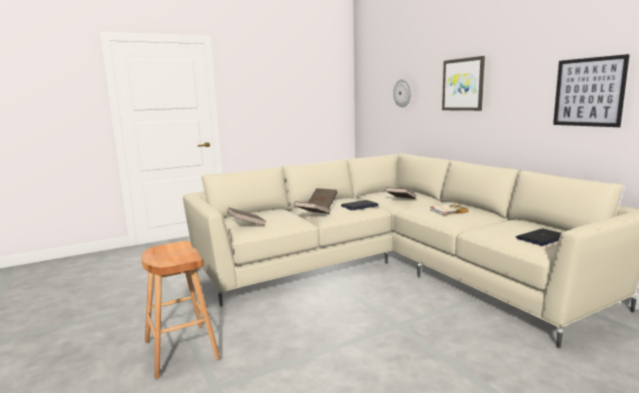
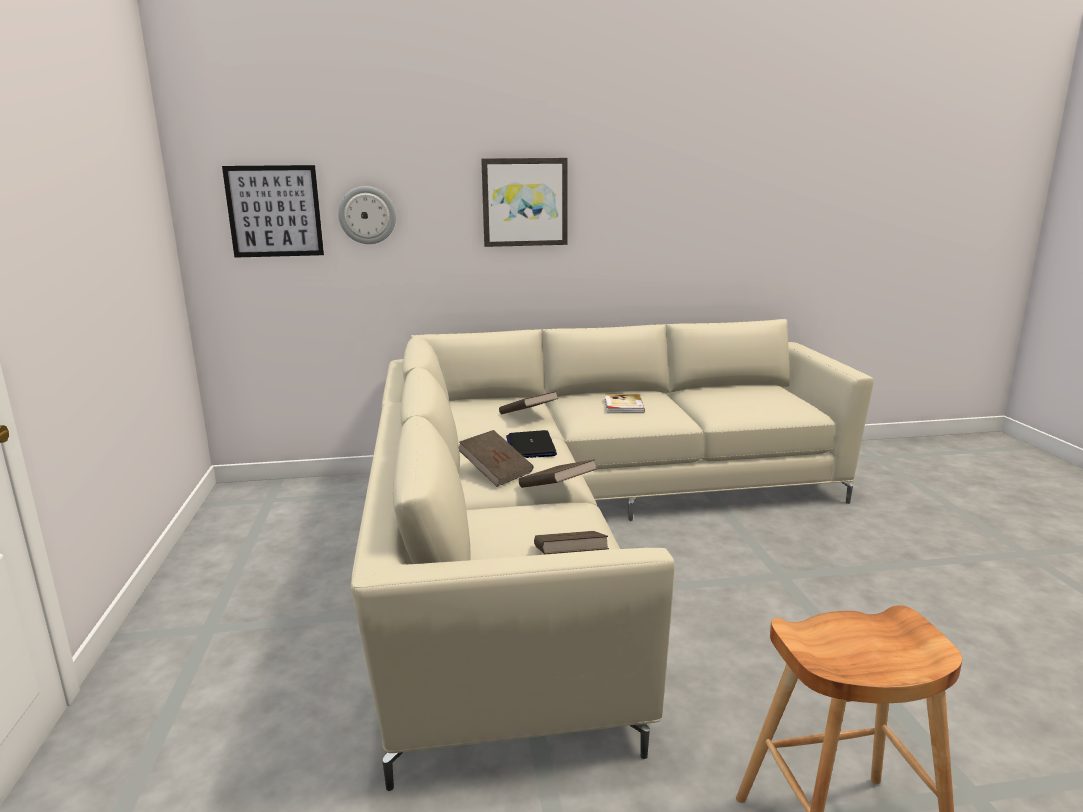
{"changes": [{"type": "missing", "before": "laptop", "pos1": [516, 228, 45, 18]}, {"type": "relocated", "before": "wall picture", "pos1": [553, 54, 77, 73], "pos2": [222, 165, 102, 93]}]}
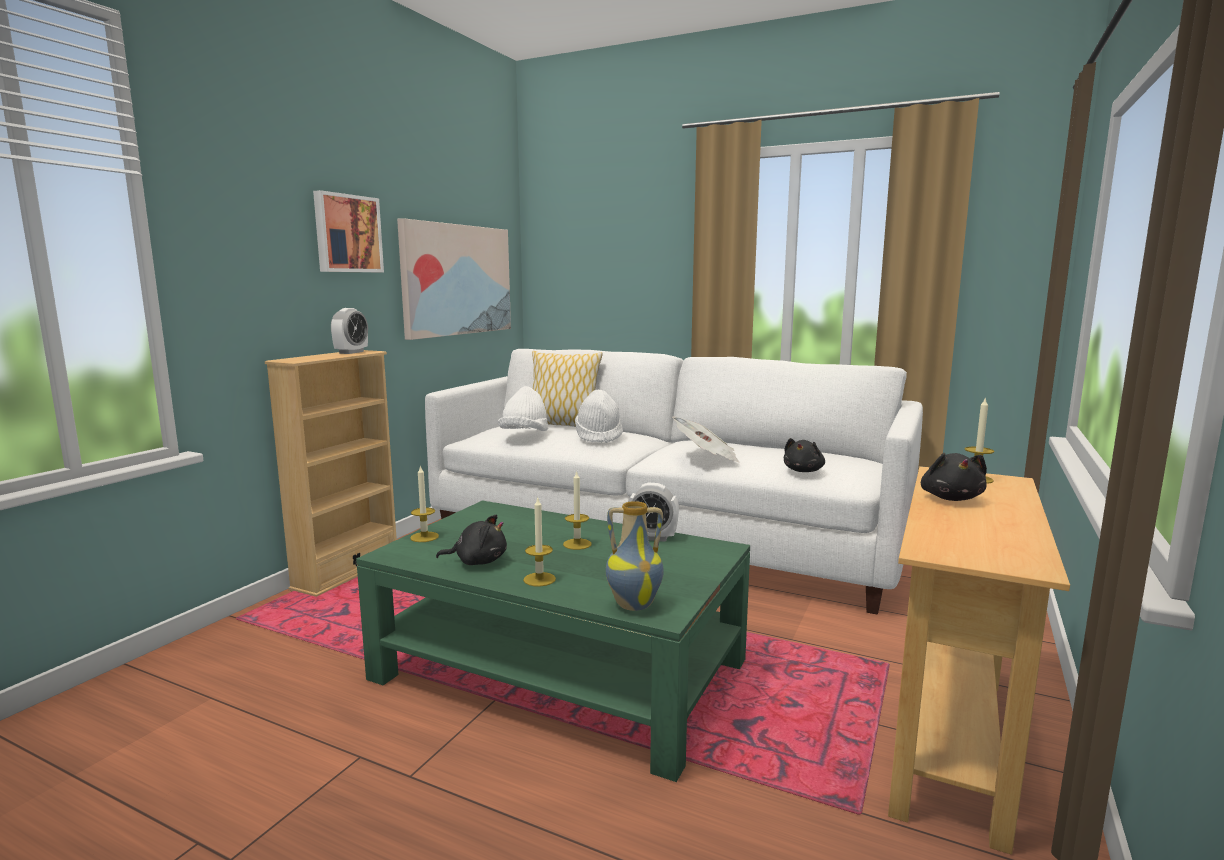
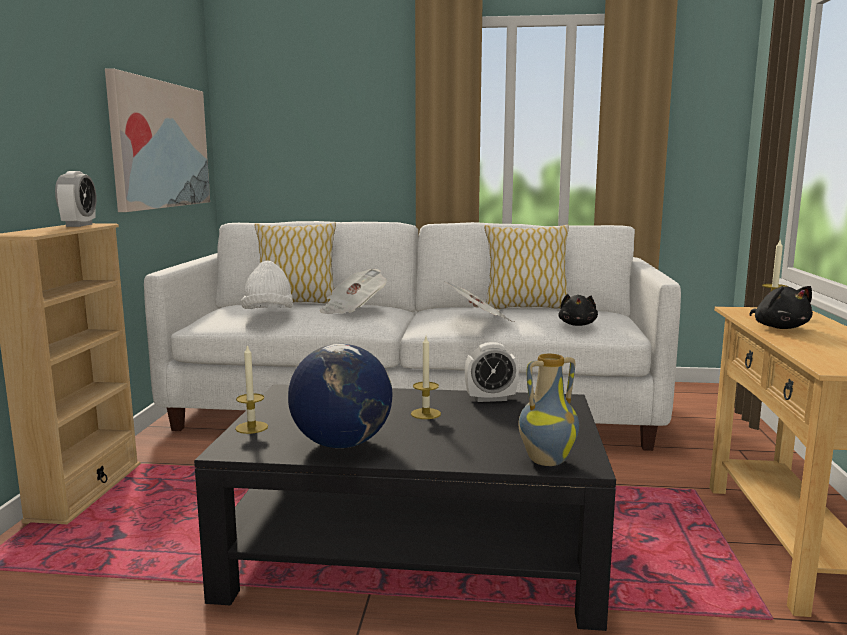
{"changes": [{"type": "missing", "before": "wall picture", "pos1": [313, 190, 71, 82]}, {"type": "missing", "before": "wax light", "pos1": [523, 496, 33, 91]}, {"type": "appeared", "after": "cushion", "pos2": [484, 225, 85, 84]}, {"type": "exchanged", "before": "black-coloured plush toy", "after": "globe", "pos1": [436, 515, 71, 50], "pos2": [288, 344, 104, 104]}, {"type": "exchanged", "before": "whitish hat", "after": "daily paper", "pos1": [575, 390, 48, 53], "pos2": [320, 269, 67, 45]}, {"type": "colour", "before": "green coffee table", "after": "black-coloured coffee table", "pos1": [356, 500, 394, 282], "pos2": [194, 384, 422, 247]}]}
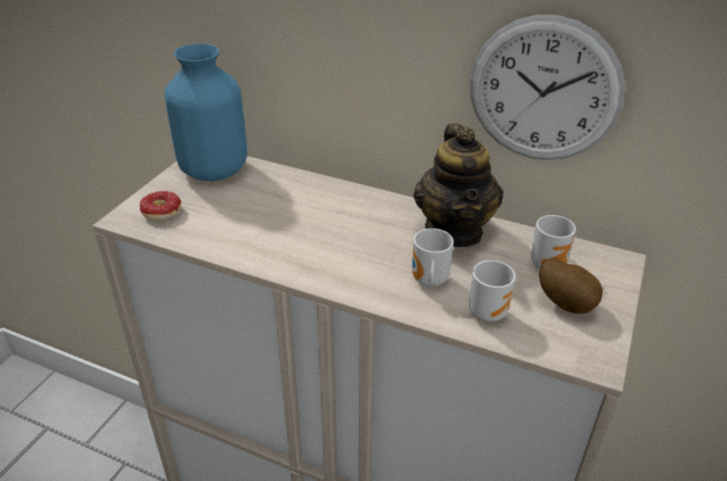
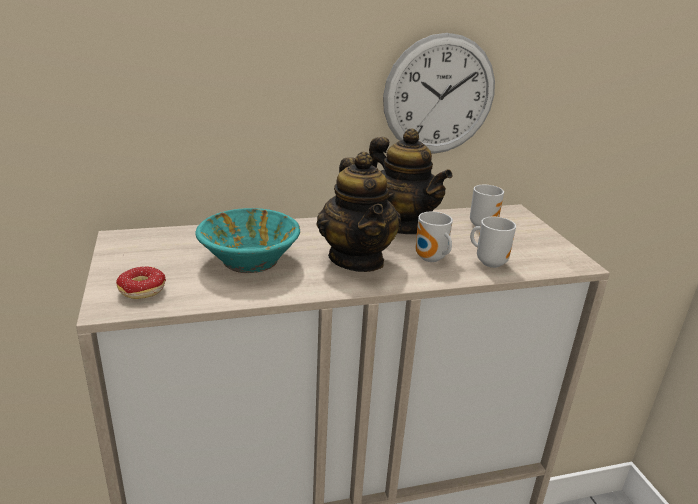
{"changes": [{"type": "missing", "before": "blue-coloured vase", "pos1": [164, 44, 83, 137]}, {"type": "missing", "before": "spud", "pos1": [539, 258, 64, 56]}, {"type": "appeared", "after": "turquoise serving bowl", "pos2": [195, 208, 105, 65]}, {"type": "appeared", "after": "teapot", "pos2": [316, 151, 85, 121]}]}
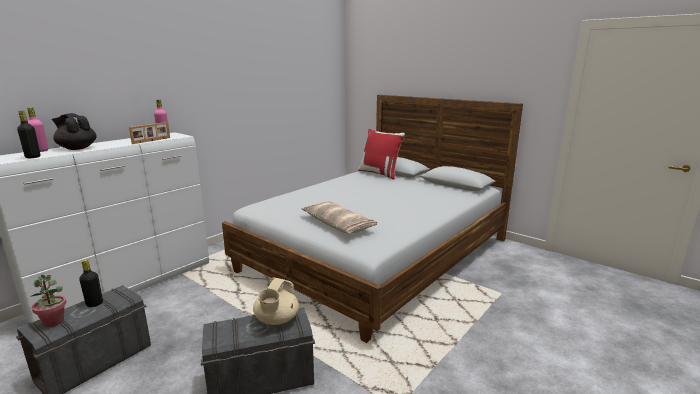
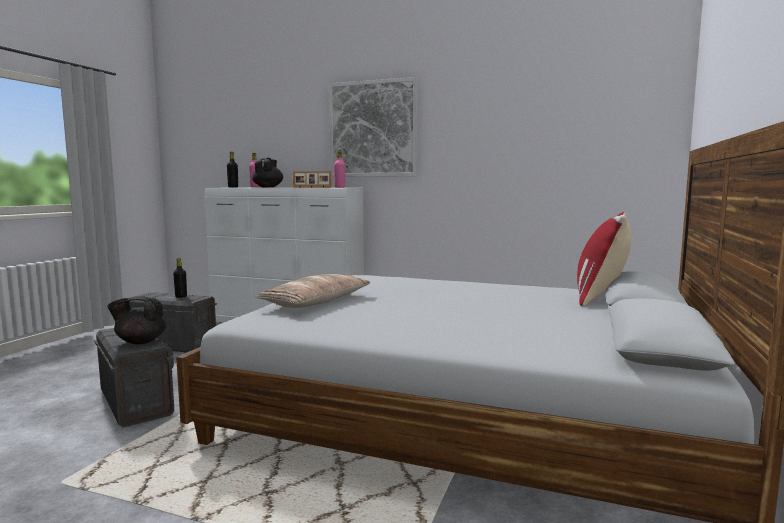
{"changes": [{"type": "missing", "before": "houseplant", "pos1": [30, 275, 36, 52]}, {"type": "appeared", "after": "wall picture", "pos2": [329, 77, 89, 100]}, {"type": "colour", "before": "beige-coloured teapot", "after": "black-coloured teapot", "pos1": [253, 278, 46, 47], "pos2": [107, 296, 59, 48]}]}
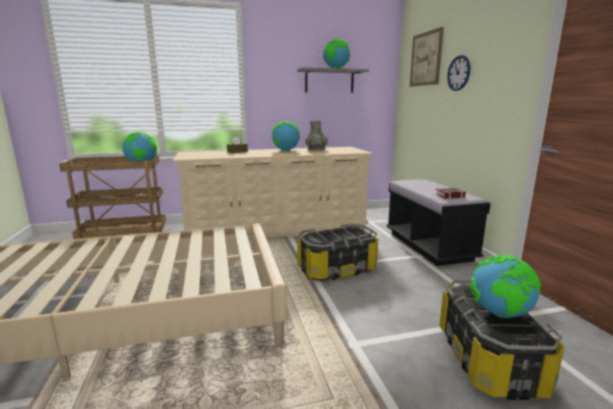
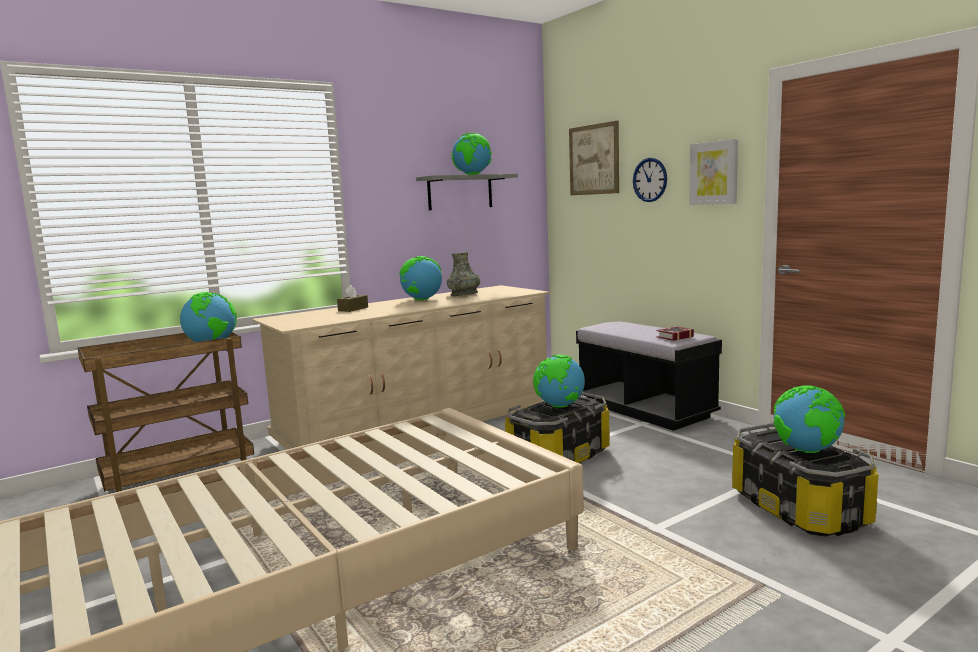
{"changes": [{"type": "appeared", "after": "globe", "pos2": [533, 355, 52, 53]}, {"type": "appeared", "after": "wall picture", "pos2": [689, 139, 49, 66]}]}
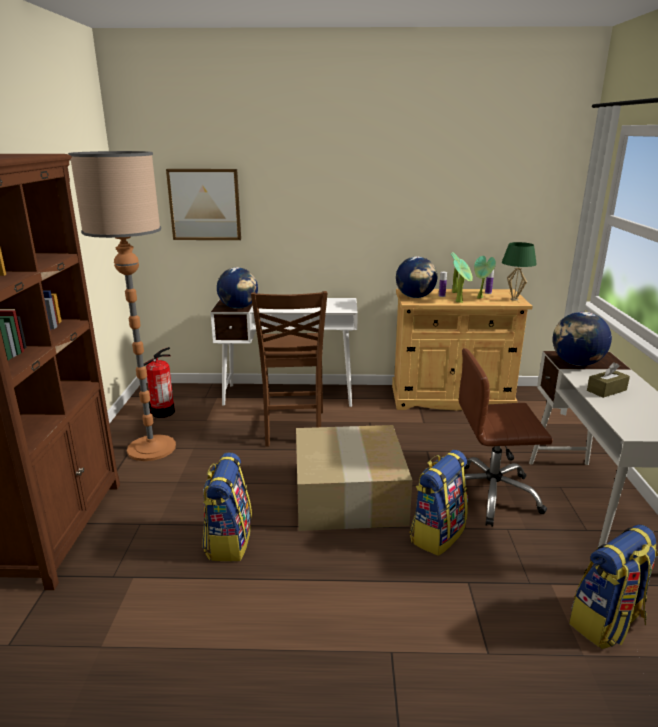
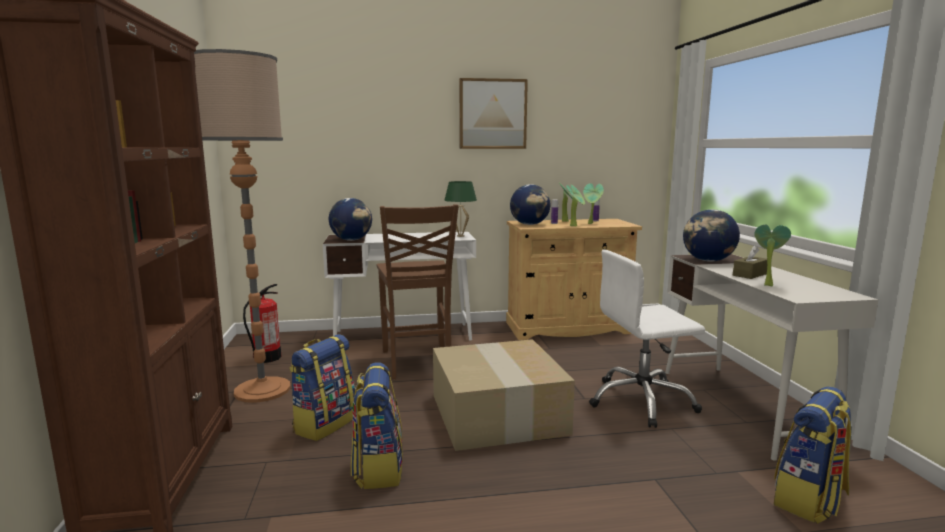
{"changes": [{"type": "appeared", "after": "houseplant", "pos2": [754, 224, 37, 62]}, {"type": "relocated", "before": "wall picture", "pos1": [166, 169, 75, 71], "pos2": [459, 78, 69, 71]}, {"type": "relocated", "before": "backpack", "pos1": [410, 450, 58, 106], "pos2": [289, 334, 66, 107]}, {"type": "relocated", "before": "green lamp for a table", "pos1": [502, 242, 35, 59], "pos2": [444, 181, 33, 56]}, {"type": "colour", "before": "brown-coloured desk chair", "after": "whitish desk chair", "pos1": [459, 348, 94, 179], "pos2": [589, 250, 116, 178]}]}
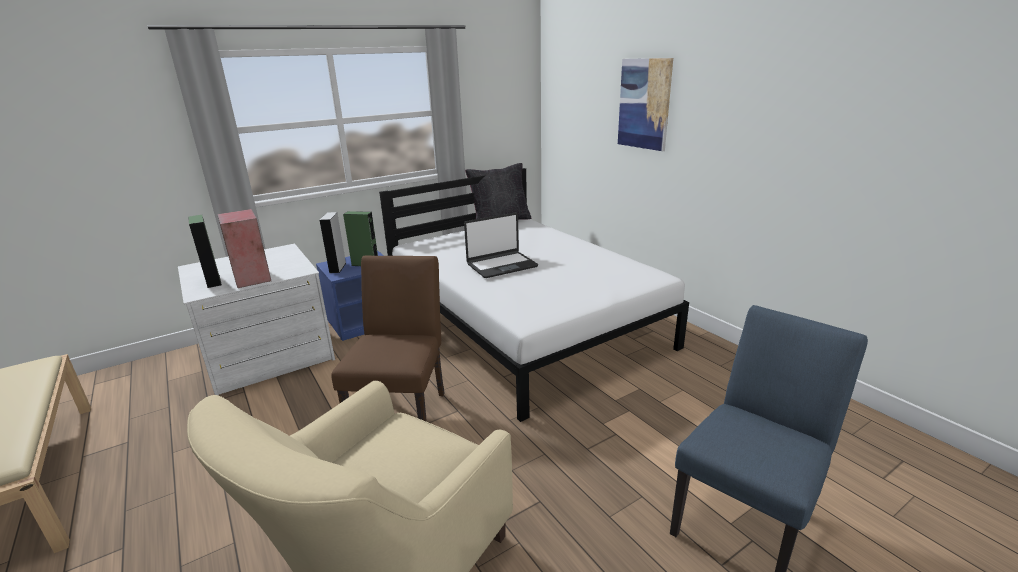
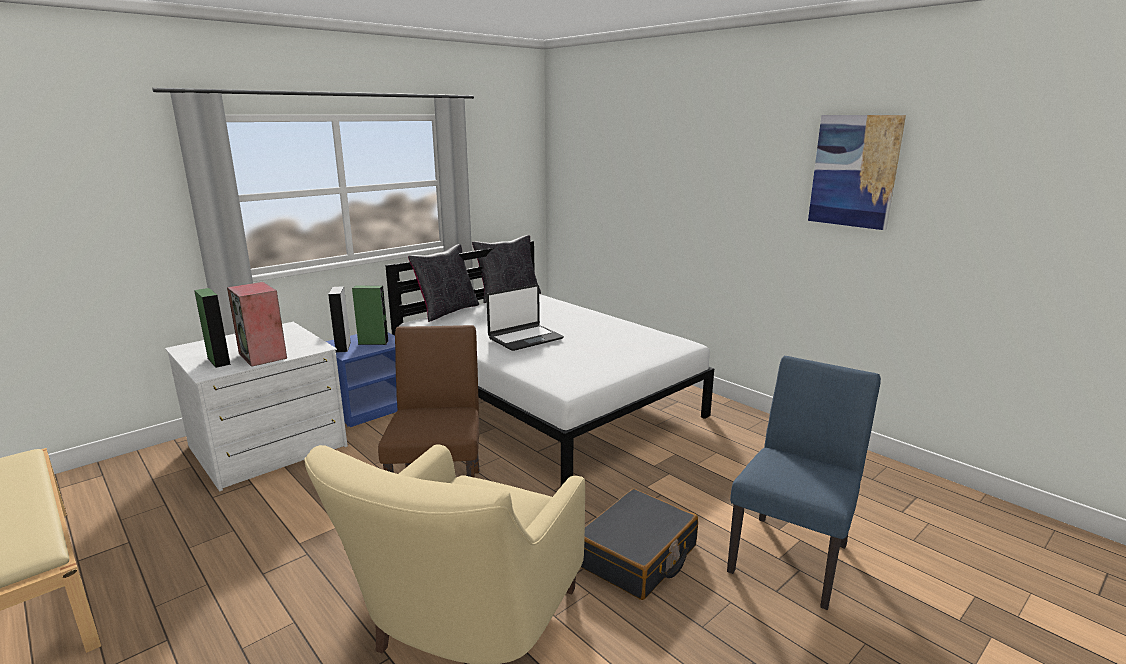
{"changes": [{"type": "appeared", "after": "black-coloured cushion", "pos2": [408, 244, 71, 78]}, {"type": "appeared", "after": "black-coloured travel case", "pos2": [581, 489, 117, 111]}, {"type": "relocated", "before": "wall picture", "pos1": [618, 58, 55, 93], "pos2": [808, 115, 98, 115]}]}
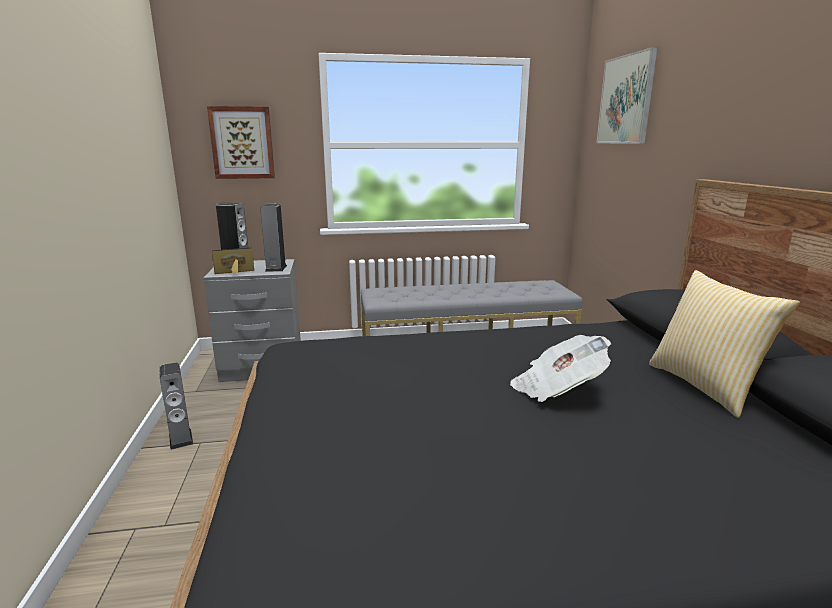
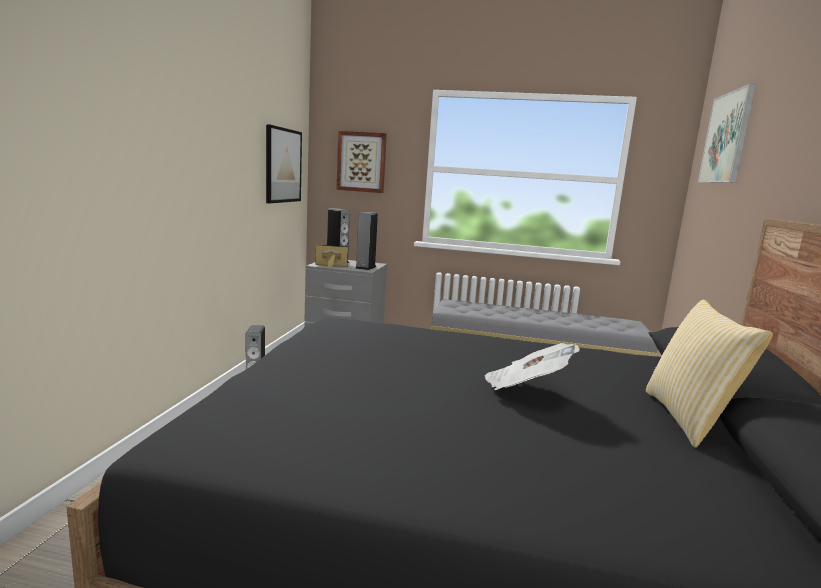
{"changes": [{"type": "appeared", "after": "wall picture", "pos2": [266, 124, 36, 79]}]}
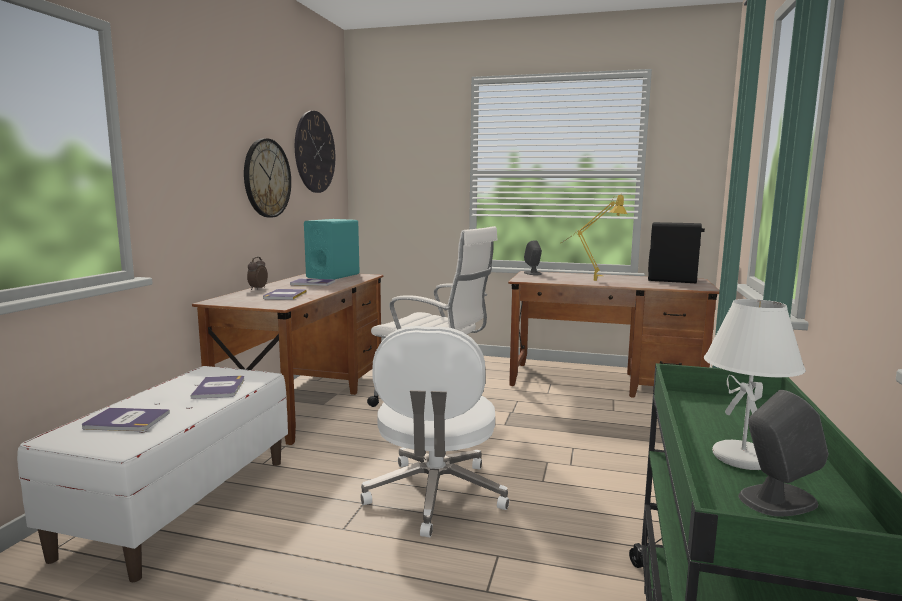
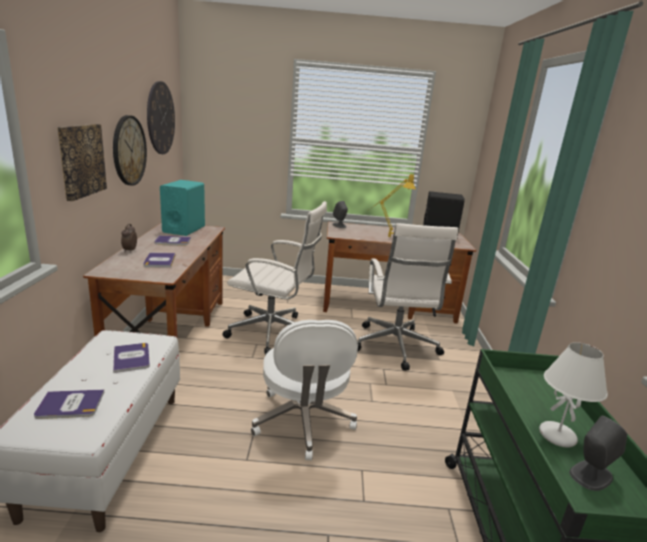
{"changes": [{"type": "appeared", "after": "wall picture", "pos2": [57, 124, 50, 77]}, {"type": "appeared", "after": "whitish desk chair", "pos2": [358, 223, 100, 148]}]}
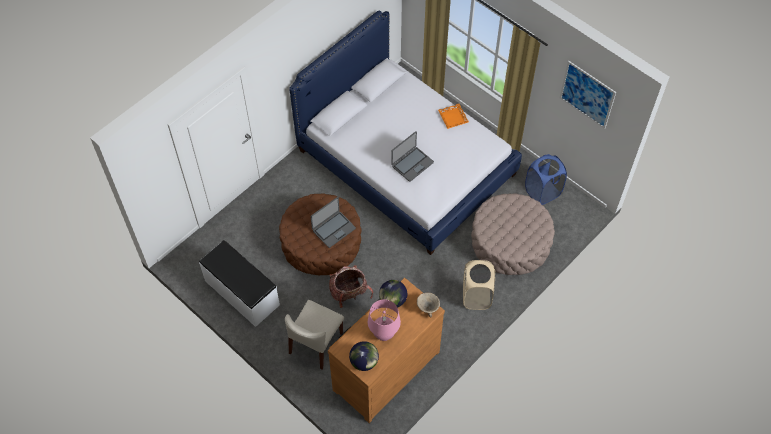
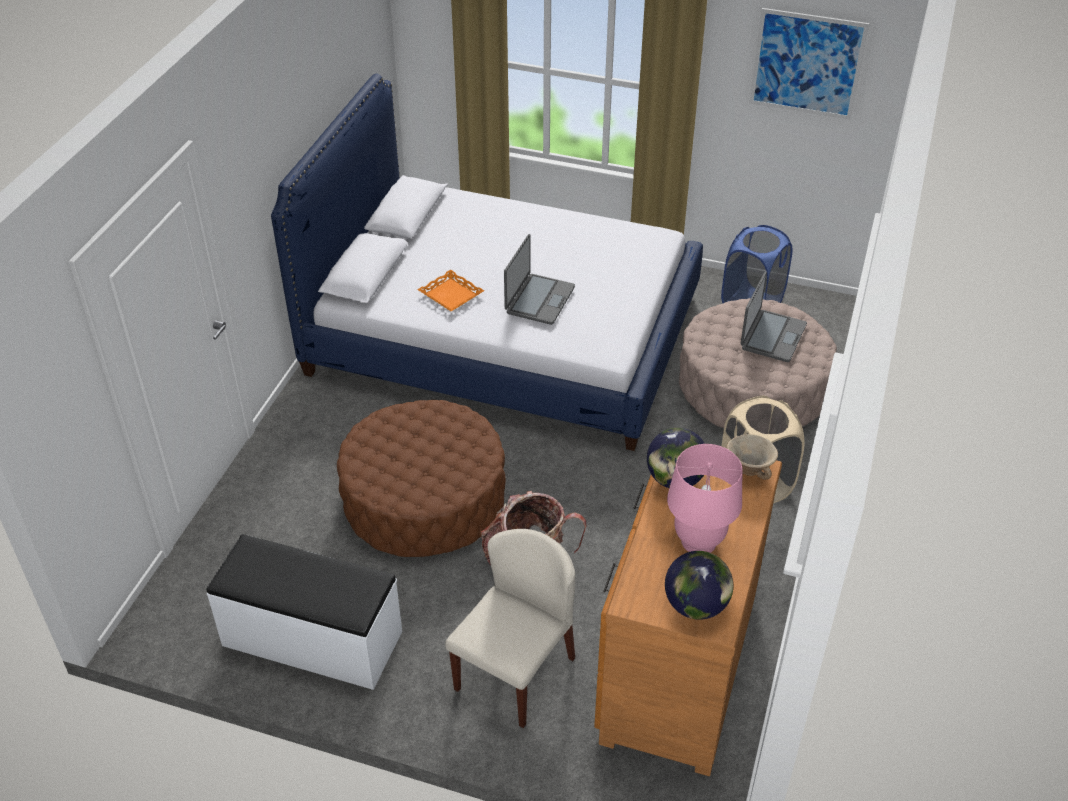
{"changes": [{"type": "relocated", "before": "laptop", "pos1": [311, 197, 45, 51], "pos2": [741, 271, 66, 91]}, {"type": "relocated", "before": "orange-coloured serving tray", "pos1": [438, 104, 31, 25], "pos2": [417, 270, 67, 41]}, {"type": "spun", "before": "beige-coloured upright chair", "pos1": [285, 300, 59, 69], "pos2": [445, 529, 130, 199], "turn": -150}]}
